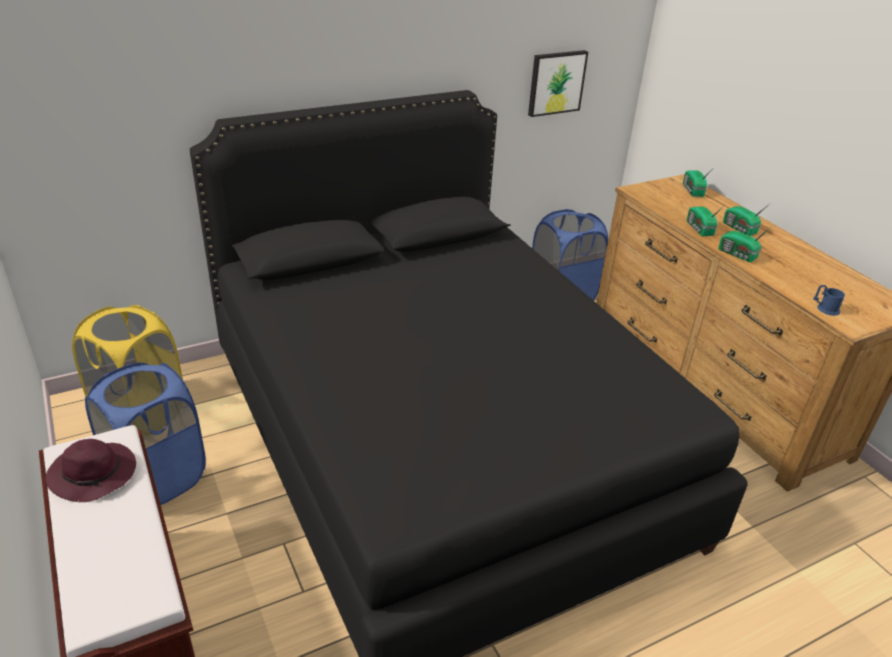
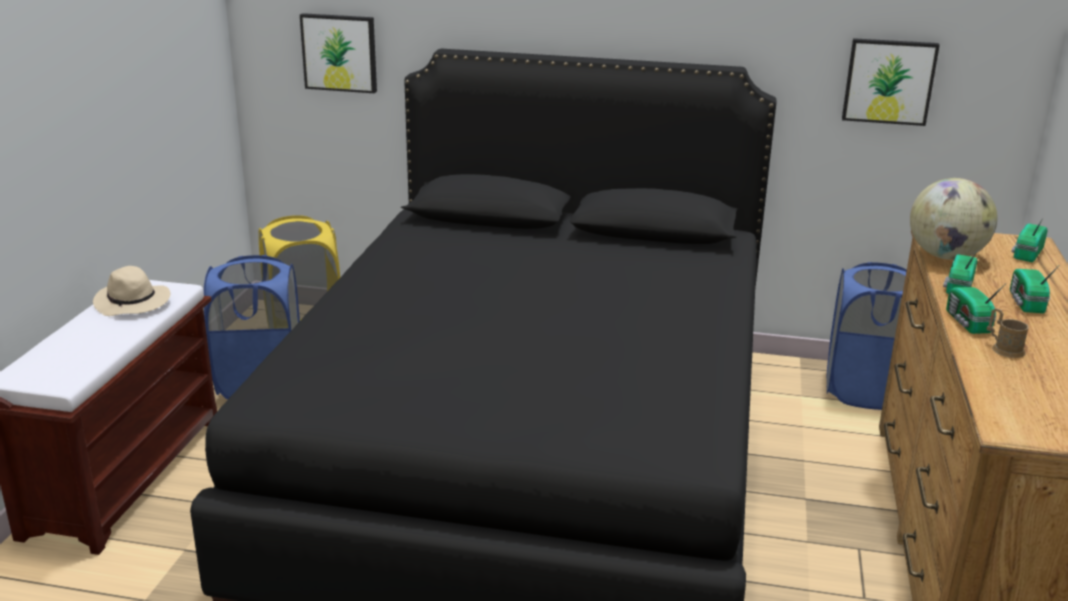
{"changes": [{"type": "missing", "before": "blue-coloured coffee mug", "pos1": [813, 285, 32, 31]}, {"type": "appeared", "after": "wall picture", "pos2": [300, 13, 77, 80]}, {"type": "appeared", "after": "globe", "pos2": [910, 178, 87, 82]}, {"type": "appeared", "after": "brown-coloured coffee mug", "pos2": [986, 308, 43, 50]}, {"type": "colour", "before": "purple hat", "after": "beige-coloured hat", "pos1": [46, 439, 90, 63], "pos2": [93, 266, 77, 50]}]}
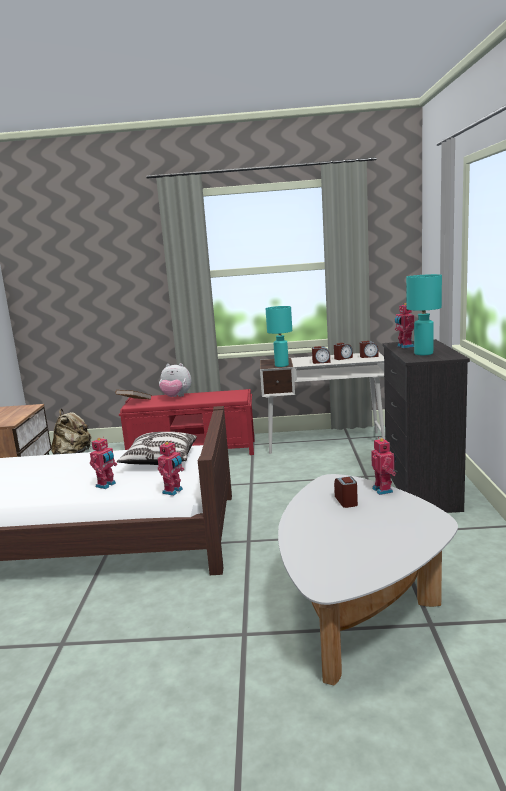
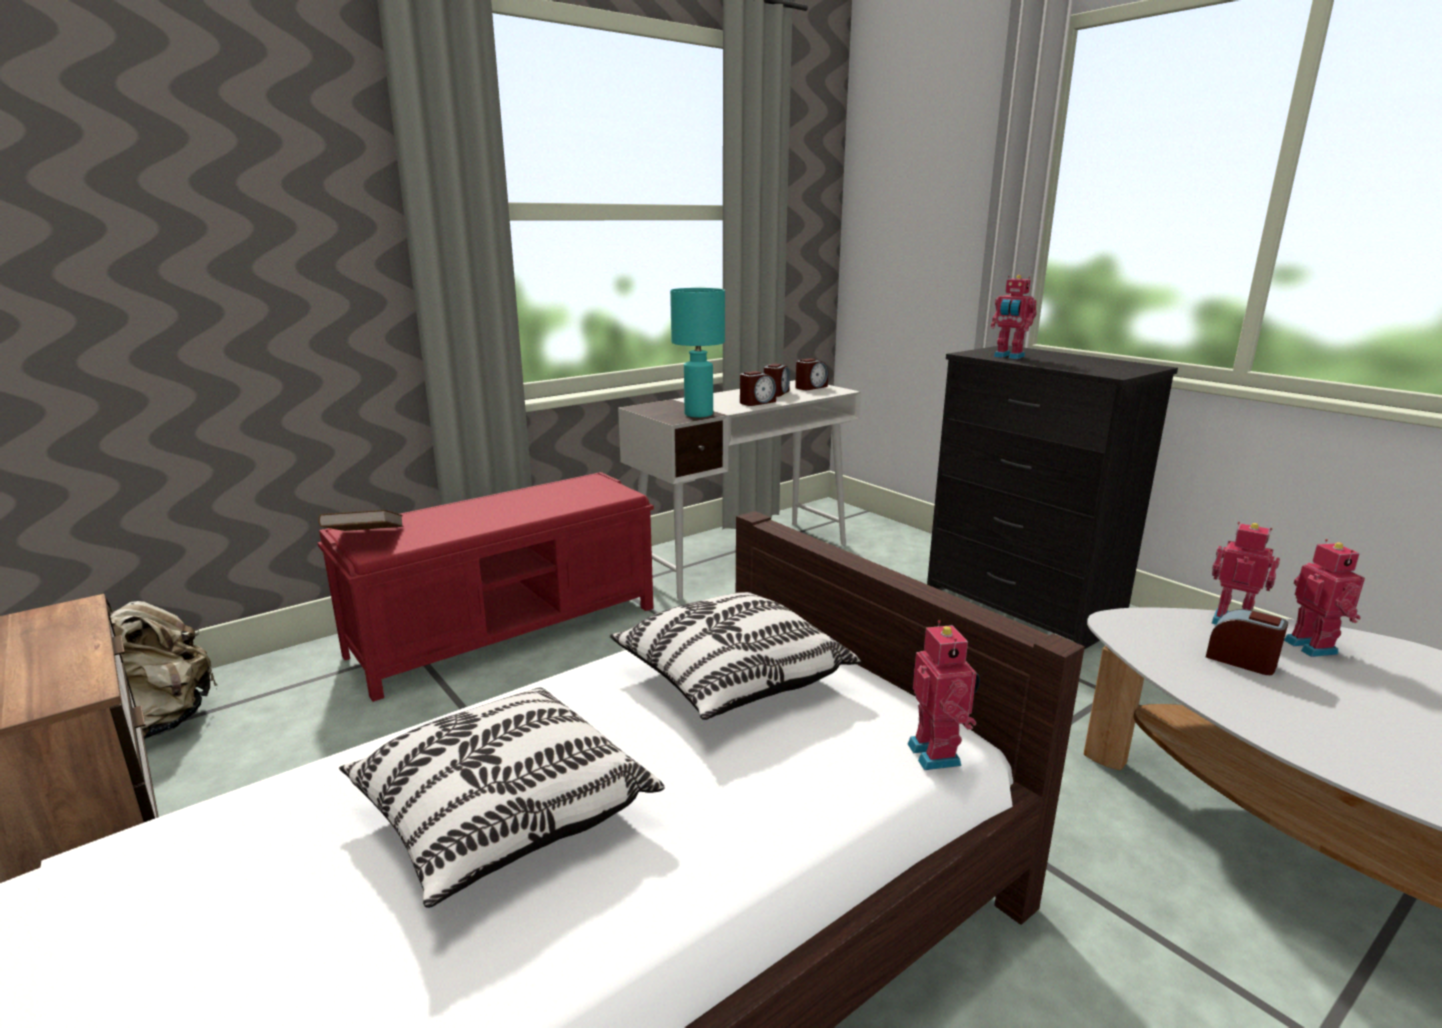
{"changes": [{"type": "missing", "before": "plush toy", "pos1": [159, 363, 33, 34]}, {"type": "missing", "before": "turquoise lamp for a table", "pos1": [406, 274, 36, 81]}, {"type": "appeared", "after": "cushion", "pos2": [339, 688, 326, 220]}, {"type": "relocated", "before": "robot figure", "pos1": [90, 437, 27, 52], "pos2": [1284, 539, 81, 118]}]}
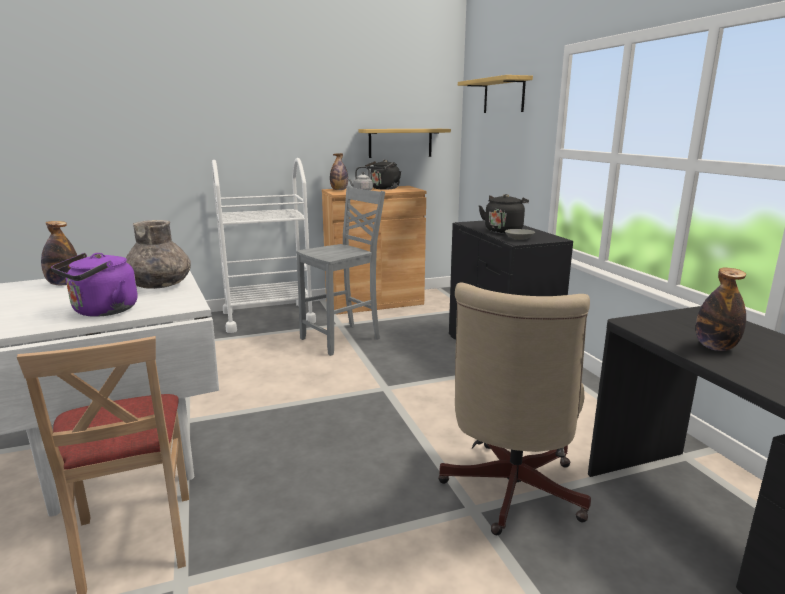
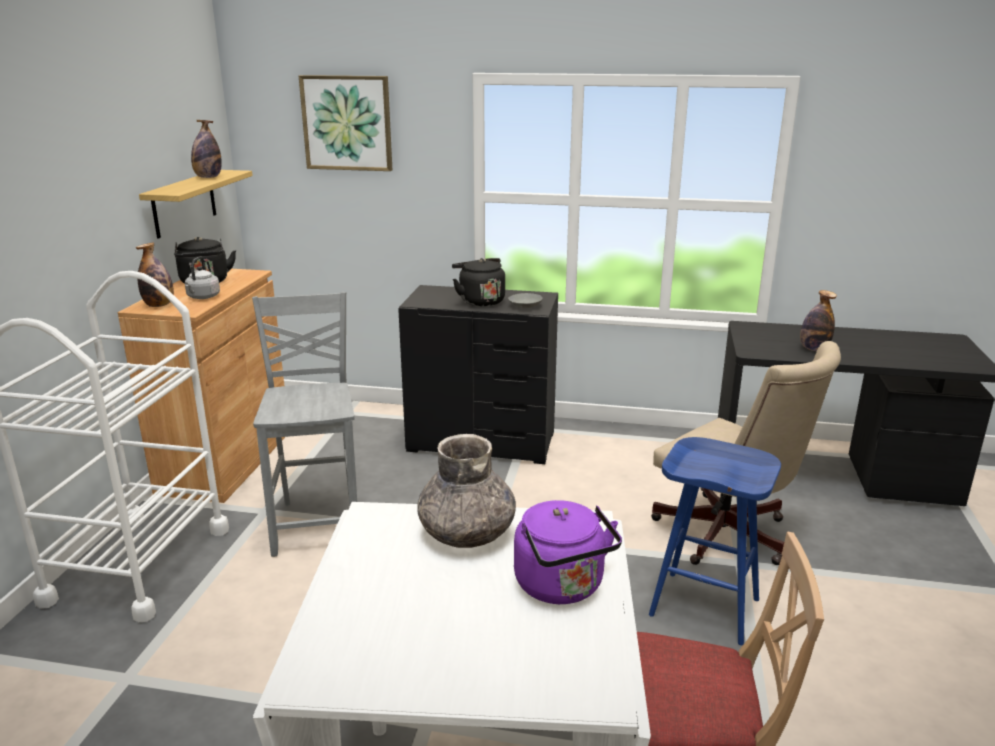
{"changes": [{"type": "appeared", "after": "blue-coloured sitting stool", "pos2": [649, 437, 132, 208]}, {"type": "relocated", "before": "beverage bottle", "pos1": [41, 221, 36, 64], "pos2": [191, 120, 31, 58]}, {"type": "exchanged", "before": "wall shelf", "after": "wall picture", "pos1": [458, 75, 75, 38], "pos2": [299, 75, 93, 96]}]}
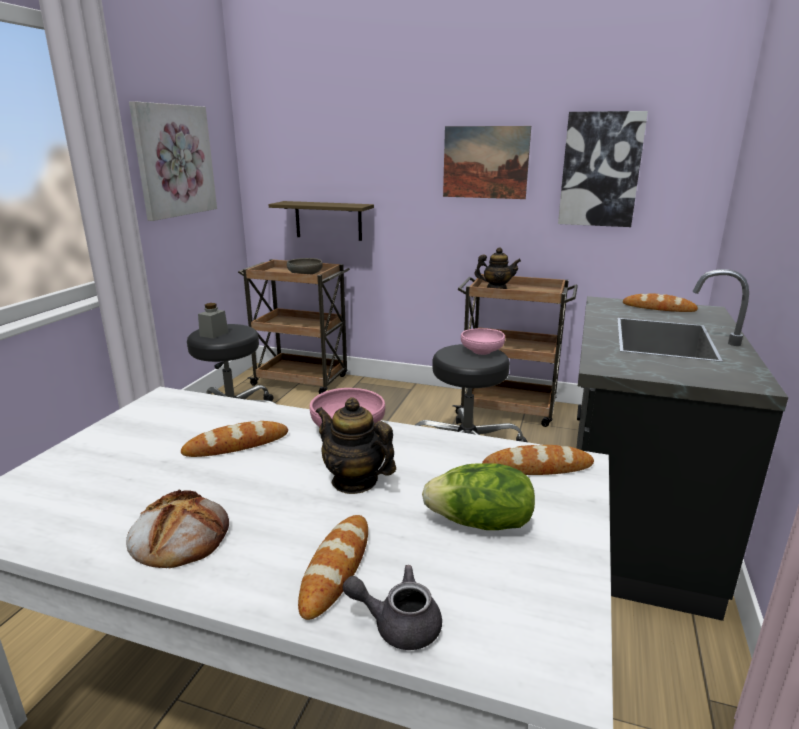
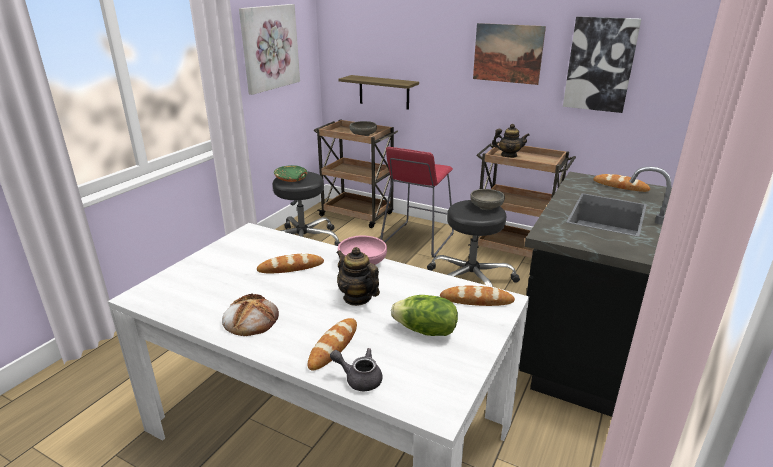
{"changes": [{"type": "appeared", "after": "red sitting stool", "pos2": [380, 147, 74, 111]}, {"type": "exchanged", "before": "grey jar", "after": "green serving bowl", "pos1": [198, 303, 30, 36], "pos2": [274, 165, 34, 17]}, {"type": "colour", "before": "pinkish serving bowl", "after": "grey serving bowl", "pos1": [461, 328, 44, 27], "pos2": [470, 189, 35, 21]}]}
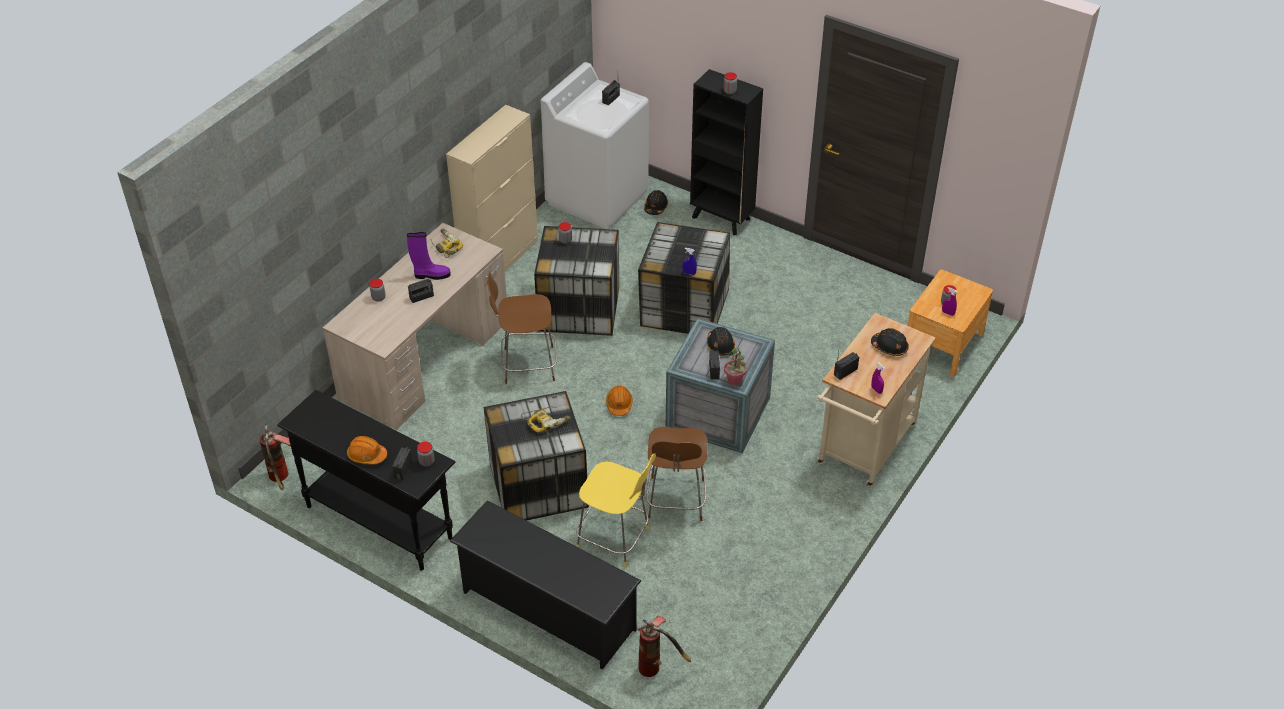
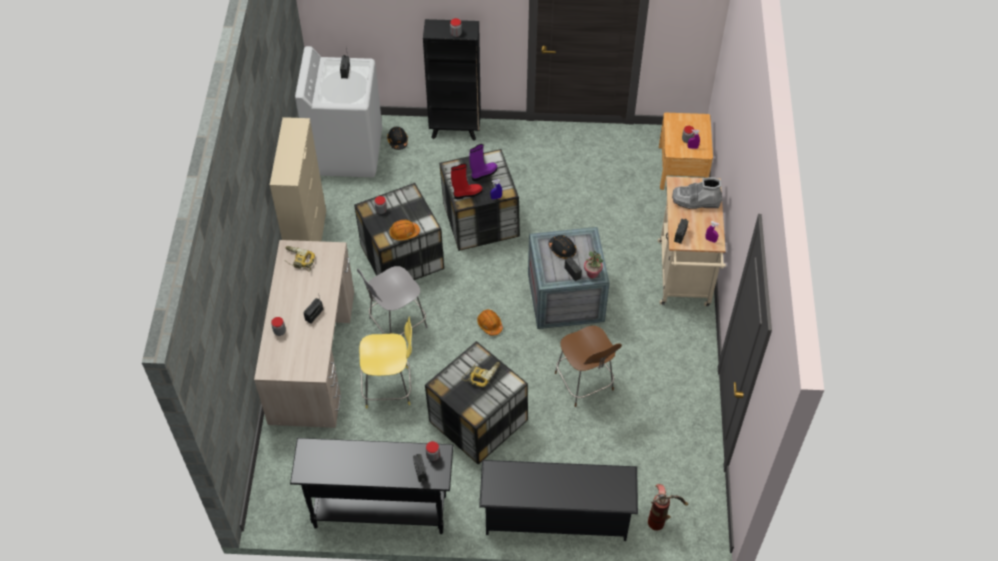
{"changes": [{"type": "missing", "before": "extinguisher", "pos1": [260, 423, 31, 67]}, {"type": "appeared", "after": "red boot", "pos2": [451, 164, 32, 35]}, {"type": "relocated", "before": "orange-coloured work helmet", "pos1": [347, 436, 40, 29], "pos2": [389, 220, 31, 21]}, {"type": "relocated", "before": "purple boot", "pos1": [407, 232, 44, 48], "pos2": [469, 144, 28, 37]}, {"type": "relocated", "before": "yellow sitting stool", "pos1": [576, 454, 80, 113], "pos2": [359, 317, 53, 92]}, {"type": "exchanged", "before": "black-coloured work helmet", "after": "grey boot", "pos1": [871, 328, 38, 28], "pos2": [672, 177, 50, 32]}, {"type": "colour", "before": "brown-coloured sitting stool", "after": "grey sitting stool", "pos1": [487, 271, 70, 113], "pos2": [357, 266, 71, 69]}]}
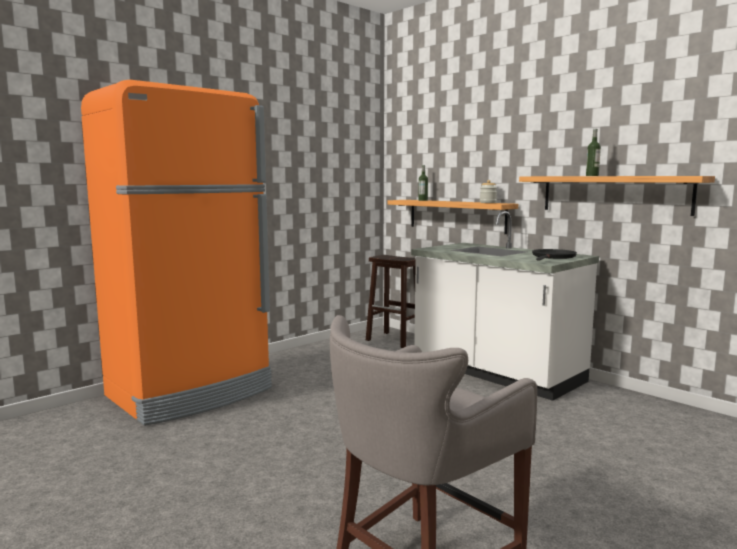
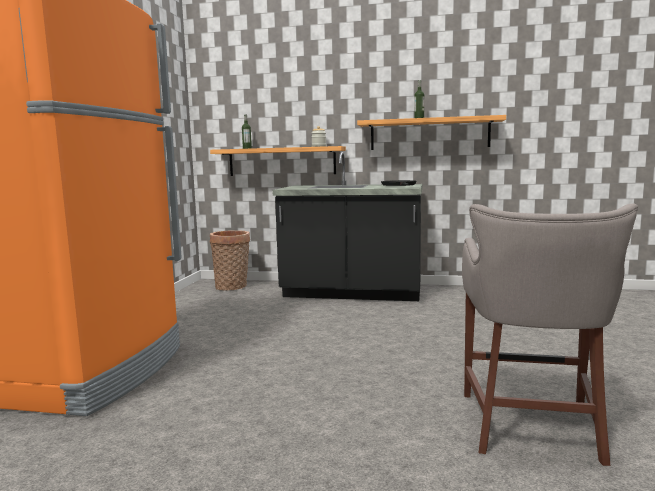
{"changes": [{"type": "exchanged", "before": "brown-coloured sitting stool", "after": "storage basket", "pos1": [366, 255, 50, 93], "pos2": [210, 230, 40, 61]}, {"type": "colour", "before": "whitish kitchen counter", "after": "black-coloured kitchen counter", "pos1": [411, 211, 188, 190], "pos2": [272, 152, 150, 149]}]}
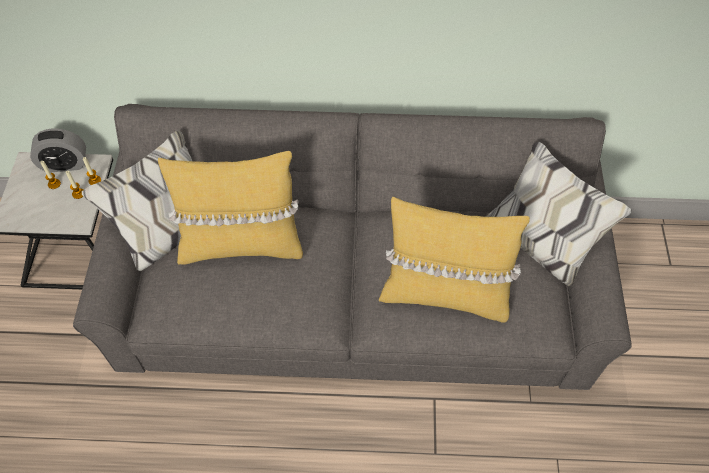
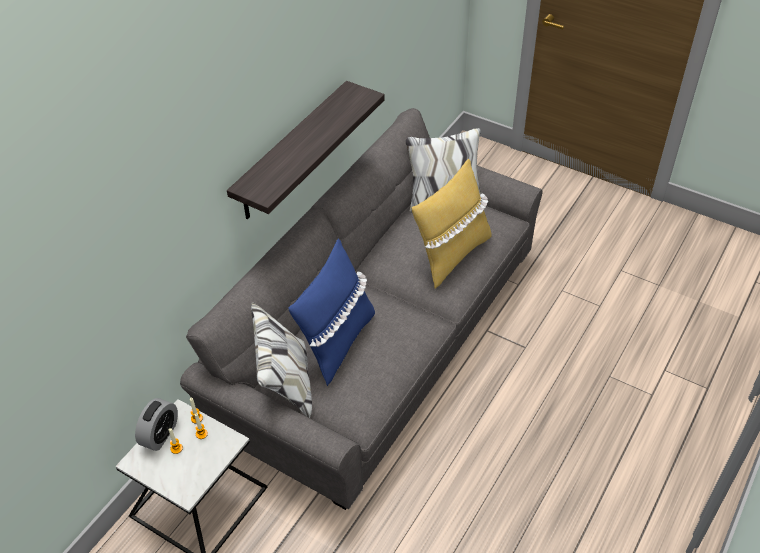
{"changes": [{"type": "appeared", "after": "wall shelf", "pos2": [227, 81, 158, 138]}, {"type": "colour", "before": "yellow cushion", "after": "blue-coloured cushion", "pos1": [158, 151, 145, 114], "pos2": [288, 239, 87, 147]}]}
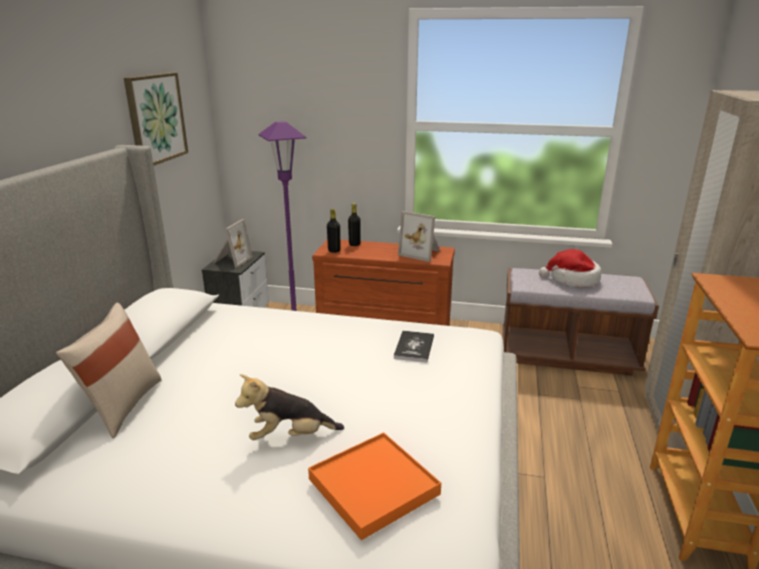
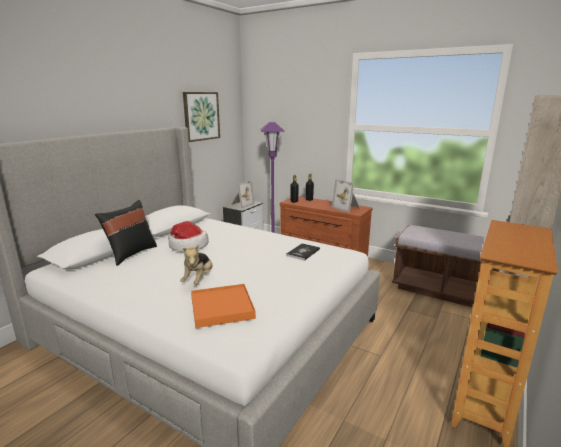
{"changes": [{"type": "relocated", "before": "hat", "pos1": [539, 249, 62, 38], "pos2": [168, 221, 41, 31]}, {"type": "colour", "before": "beige-coloured cushion", "after": "black-coloured cushion", "pos1": [56, 303, 106, 135], "pos2": [95, 200, 62, 66]}, {"type": "spun", "before": "plush toy", "pos1": [235, 374, 109, 66], "pos2": [180, 245, 33, 40], "turn": -90}]}
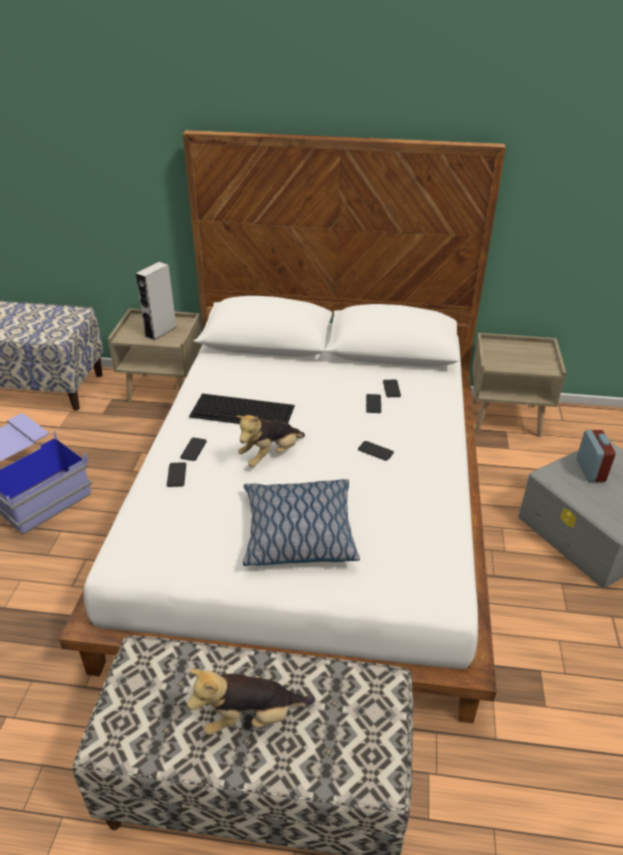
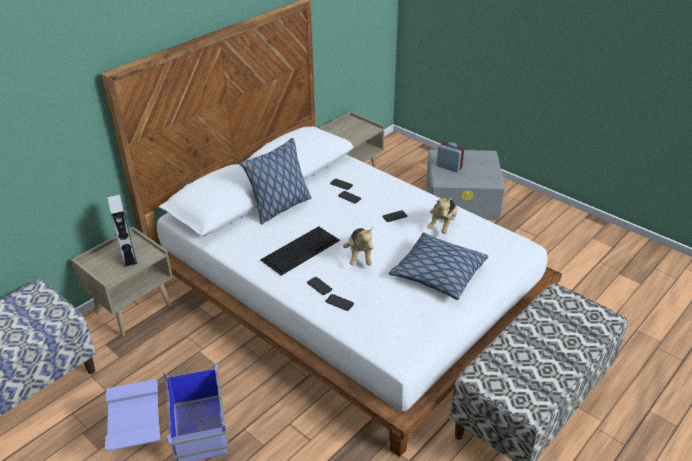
{"changes": [{"type": "appeared", "after": "cushion", "pos2": [240, 138, 71, 87]}, {"type": "relocated", "before": "plush toy", "pos1": [187, 669, 128, 66], "pos2": [427, 197, 31, 37]}]}
